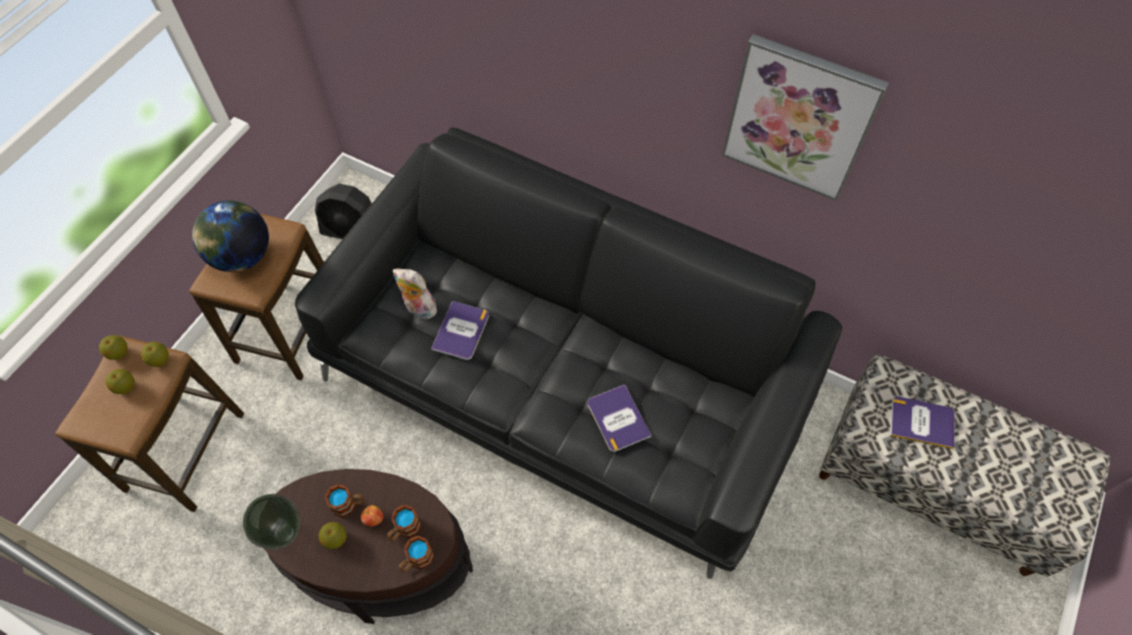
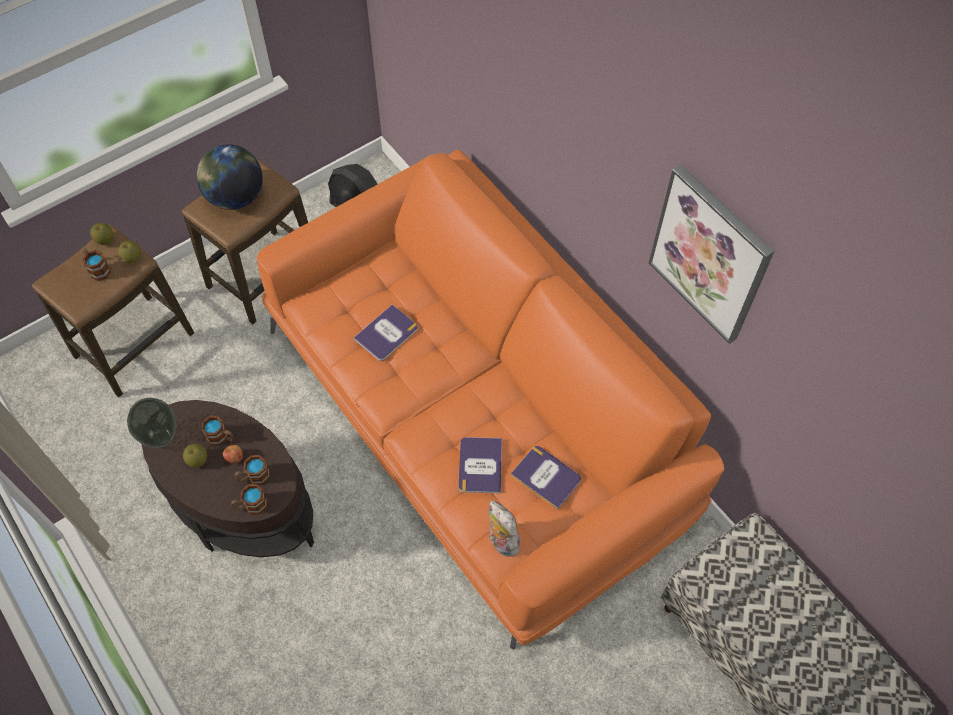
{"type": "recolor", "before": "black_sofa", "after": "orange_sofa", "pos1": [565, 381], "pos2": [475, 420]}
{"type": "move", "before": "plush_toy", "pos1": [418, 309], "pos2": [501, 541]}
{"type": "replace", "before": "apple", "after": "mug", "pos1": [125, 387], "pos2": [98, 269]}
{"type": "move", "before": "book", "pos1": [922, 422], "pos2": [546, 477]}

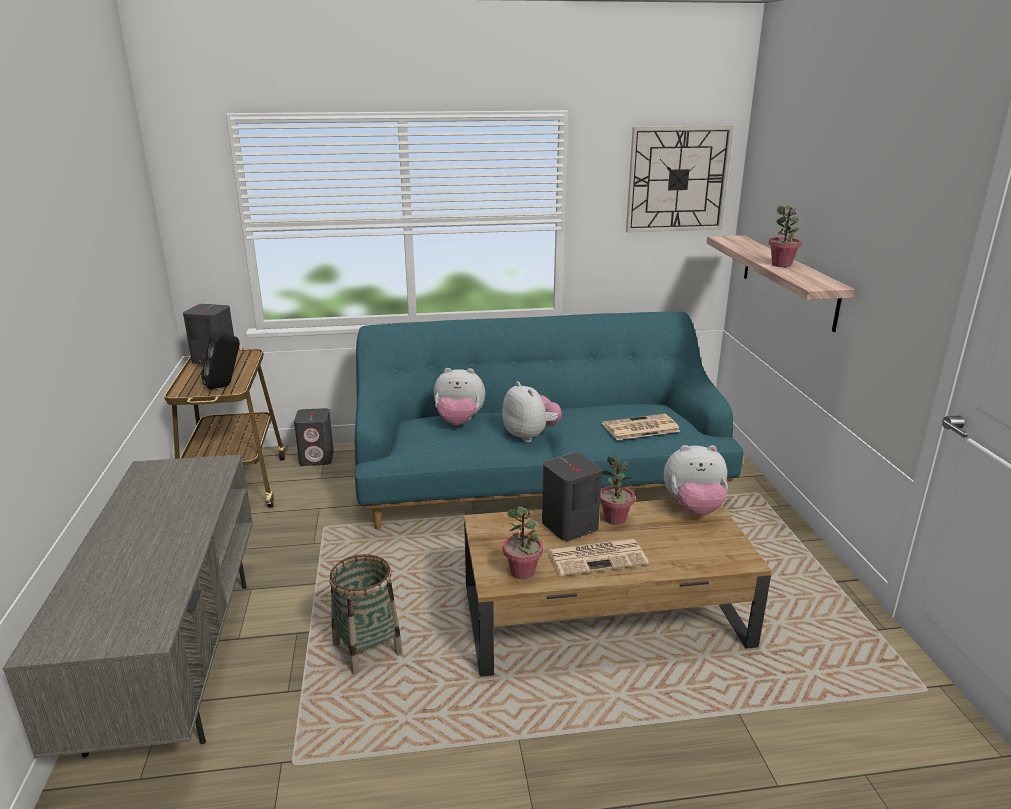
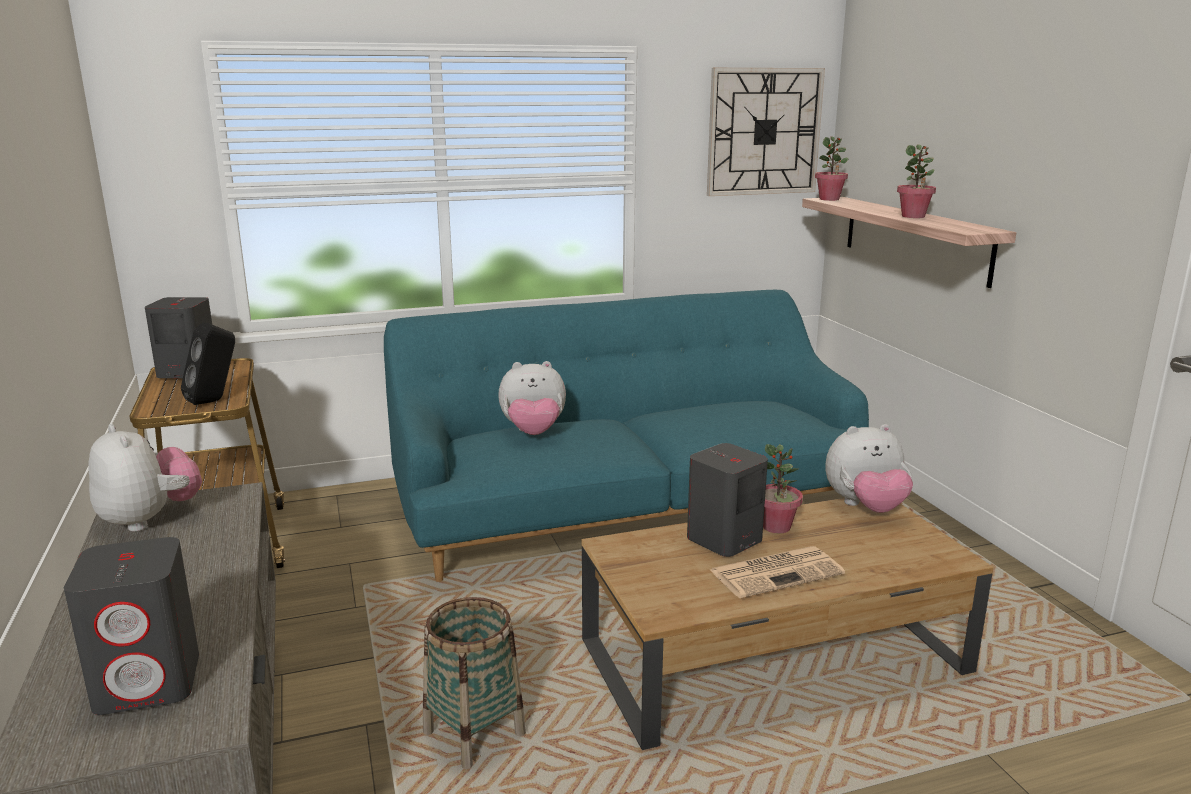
{"type": "move", "before": "plush_toy", "pos1": [530, 436], "pos2": [150, 519]}
{"type": "move", "before": "grey_speaker", "pos1": [317, 458], "pos2": [149, 682]}
{"type": "delete", "before": "newspaper", "pos1": [640, 428]}
{"type": "move", "before": "potted_plant", "pos1": [522, 572], "pos2": [829, 199]}

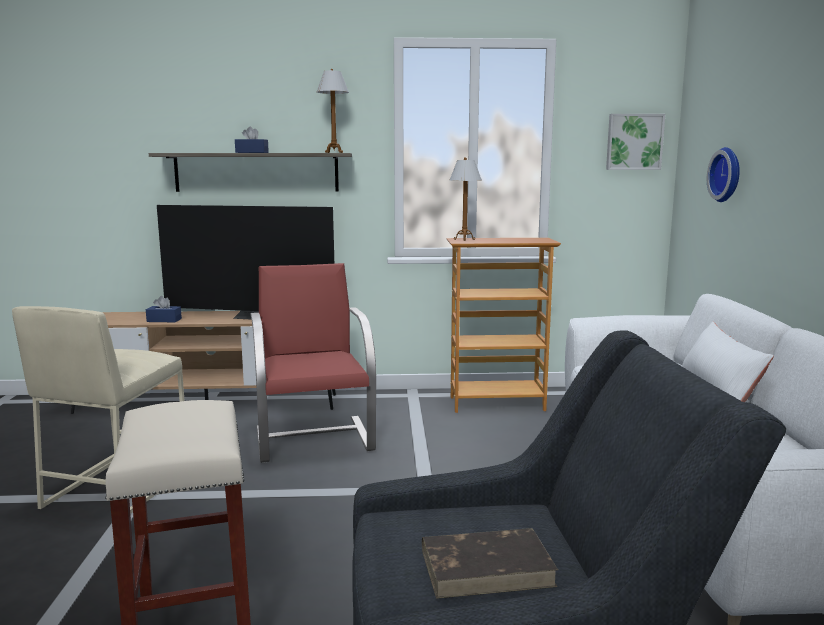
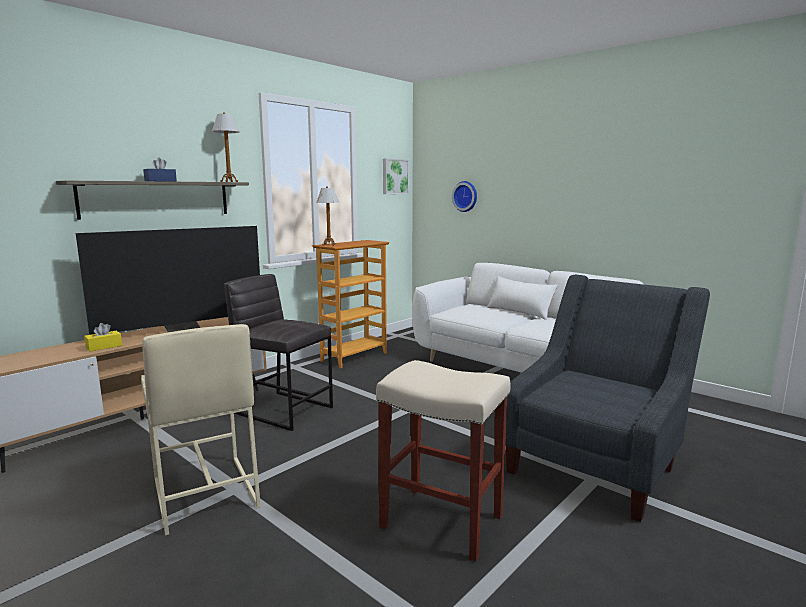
{"type": "replace", "before": "red_armchair", "after": "grey_stool", "pos1": [313, 438], "pos2": [284, 409]}
{"type": "recolor", "before": "blue_tissue_box", "after": "yellow_tissue_box", "pos1": [164, 320], "pos2": [104, 347]}
{"type": "delete", "before": "brown_book", "pos1": [487, 567]}

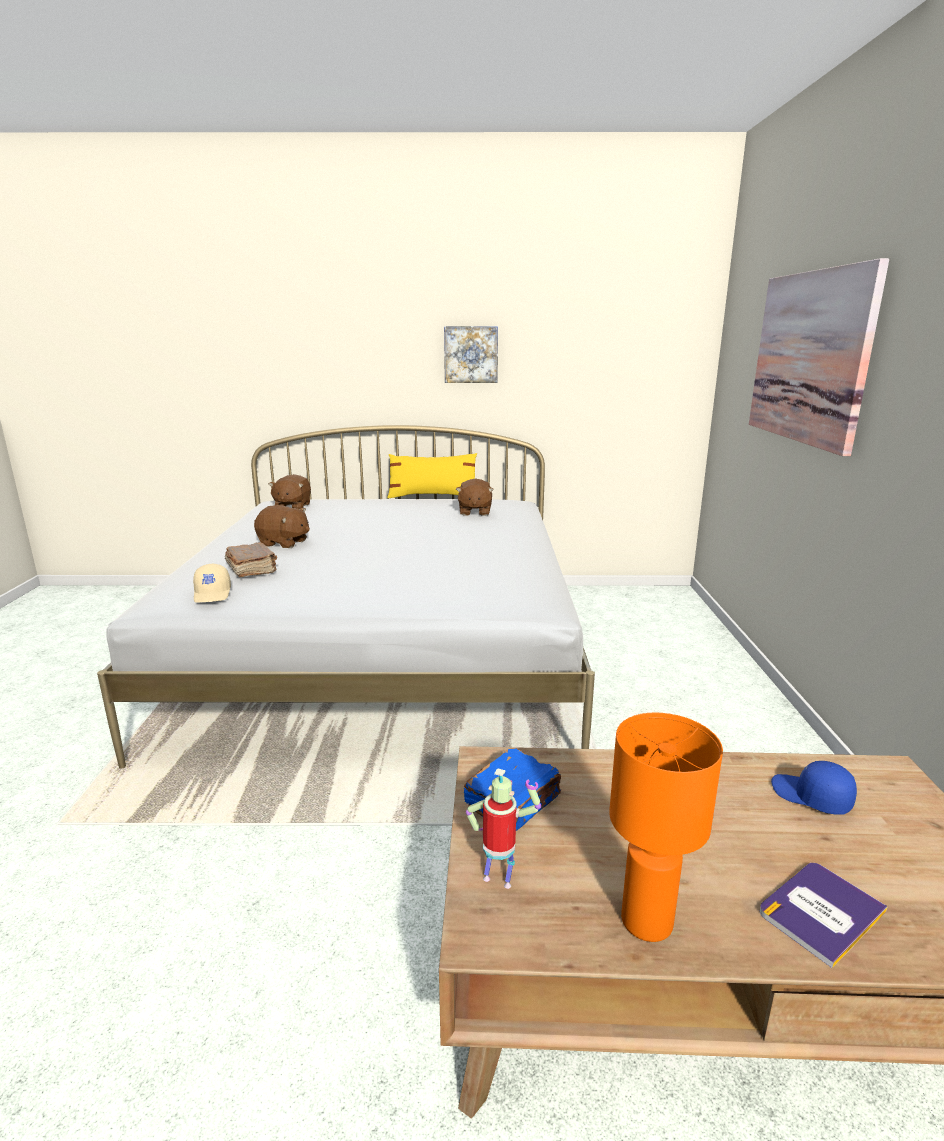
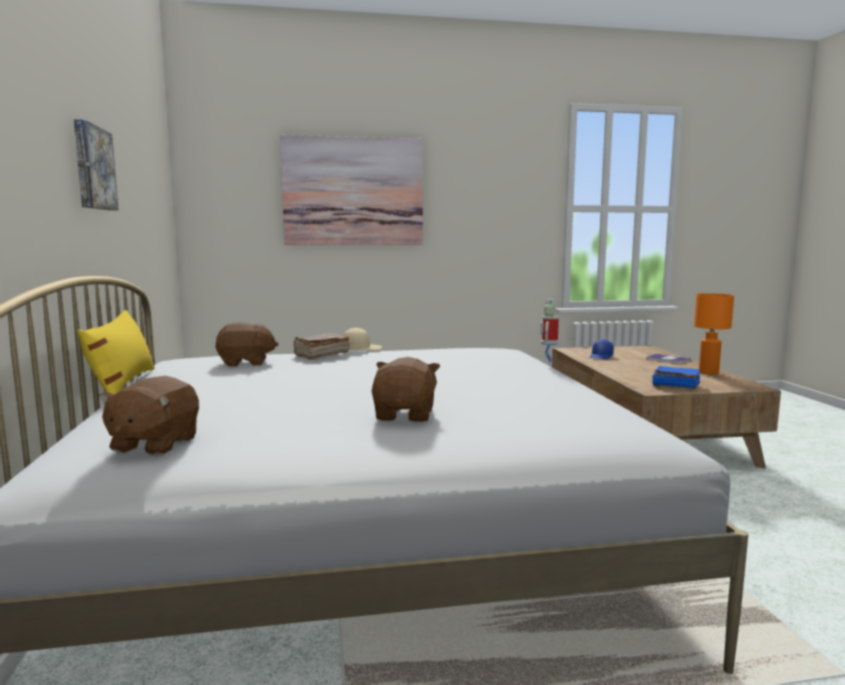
{"type": "rotate", "before": "brown_plush_toy", "pos1": [292, 506], "pos2": [153, 444], "turn": 105}
{"type": "move", "before": "brown_book", "pos1": [252, 569], "pos2": [321, 355]}
{"type": "move", "before": "beige_cap", "pos1": [213, 594], "pos2": [362, 349]}
{"type": "move", "before": "toy_robot", "pos1": [499, 879], "pos2": [548, 363]}

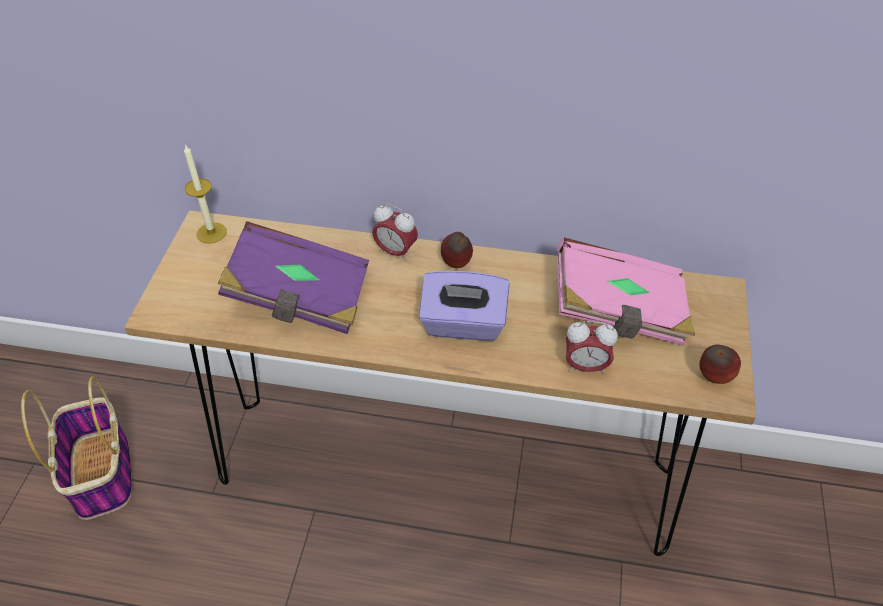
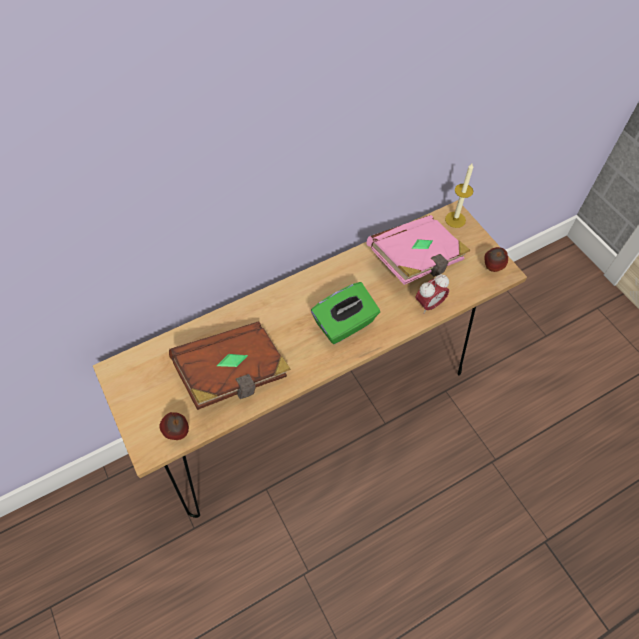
{"type": "move", "before": "candle", "pos1": [211, 233], "pos2": [455, 219]}
{"type": "delete", "before": "alarm_clock", "pos1": [396, 252]}
{"type": "recolor", "before": "purple_book", "after": "brown_book", "pos1": [300, 298], "pos2": [234, 374]}
{"type": "move", "before": "apple", "pos1": [456, 265], "pos2": [178, 432]}
{"type": "recolor", "before": "purple_tissue_box", "after": "green_tissue_box", "pos1": [463, 324], "pos2": [345, 324]}
{"type": "delete", "before": "basket", "pos1": [102, 474]}

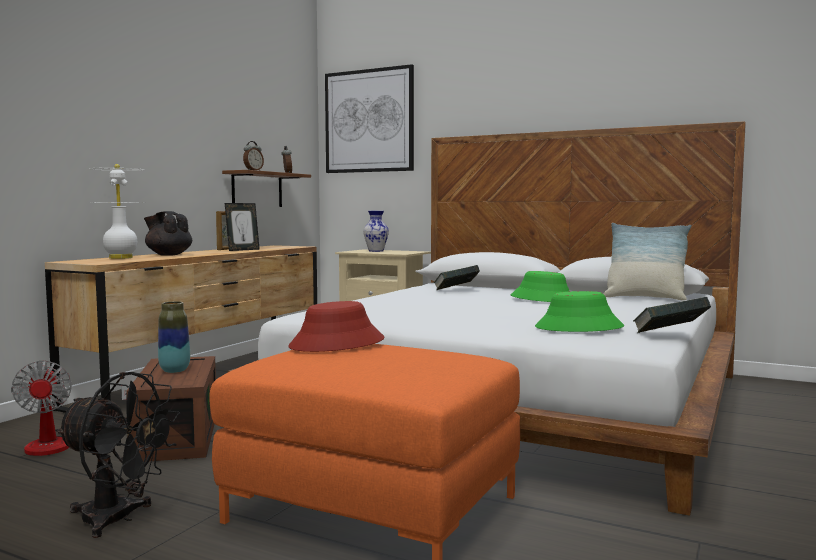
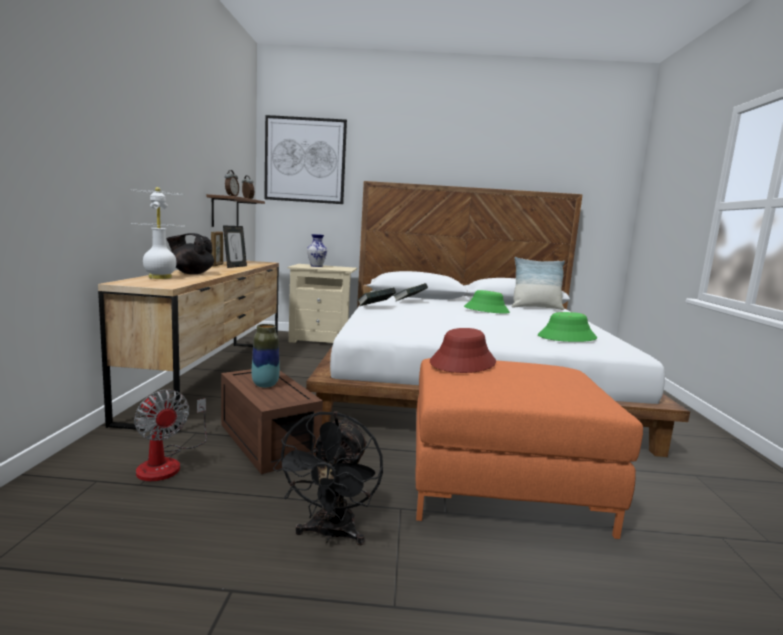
{"type": "move", "before": "book", "pos1": [669, 335], "pos2": [375, 307]}
{"type": "rotate", "before": "black_fan", "pos1": [118, 519], "pos2": [330, 534], "turn": 105}

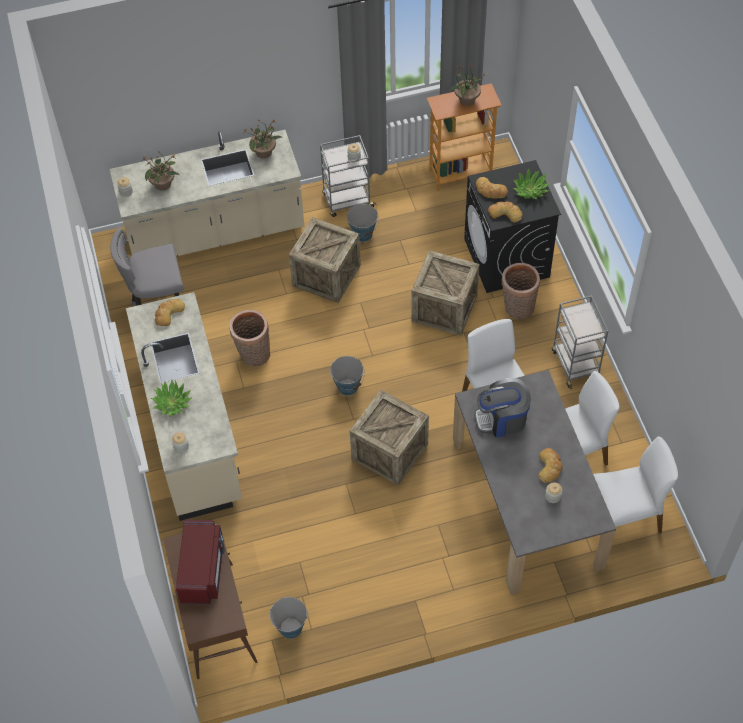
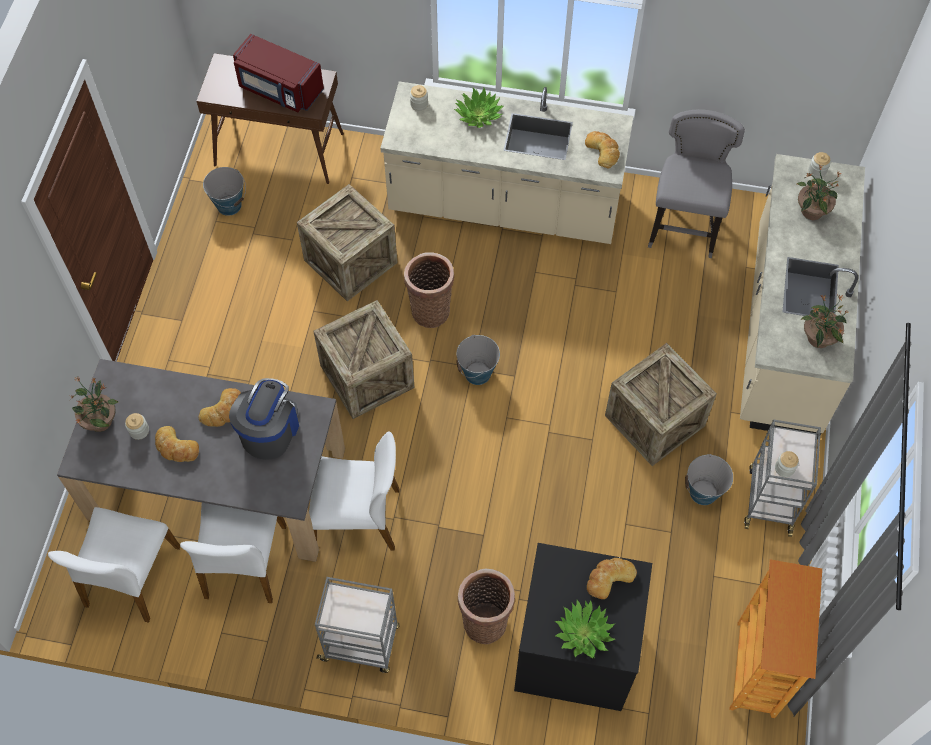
{"type": "move", "before": "potted_plant", "pos1": [466, 100], "pos2": [100, 420]}
{"type": "move", "before": "bread", "pos1": [505, 213], "pos2": [223, 410]}
{"type": "move", "before": "crate", "pos1": [444, 308], "pos2": [350, 261]}
{"type": "move", "before": "basket", "pos1": [253, 355], "pos2": [430, 309]}

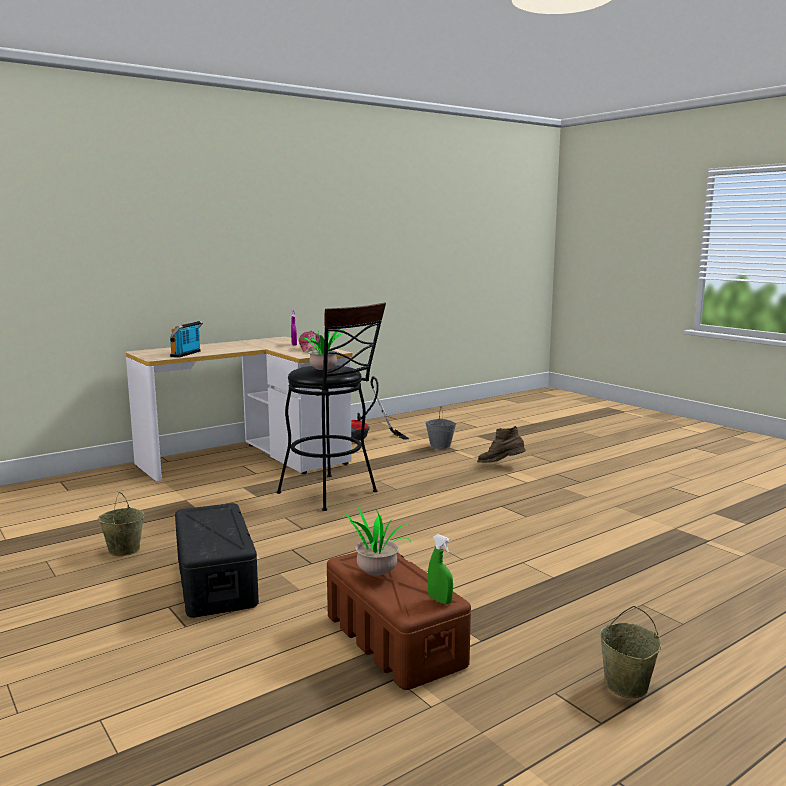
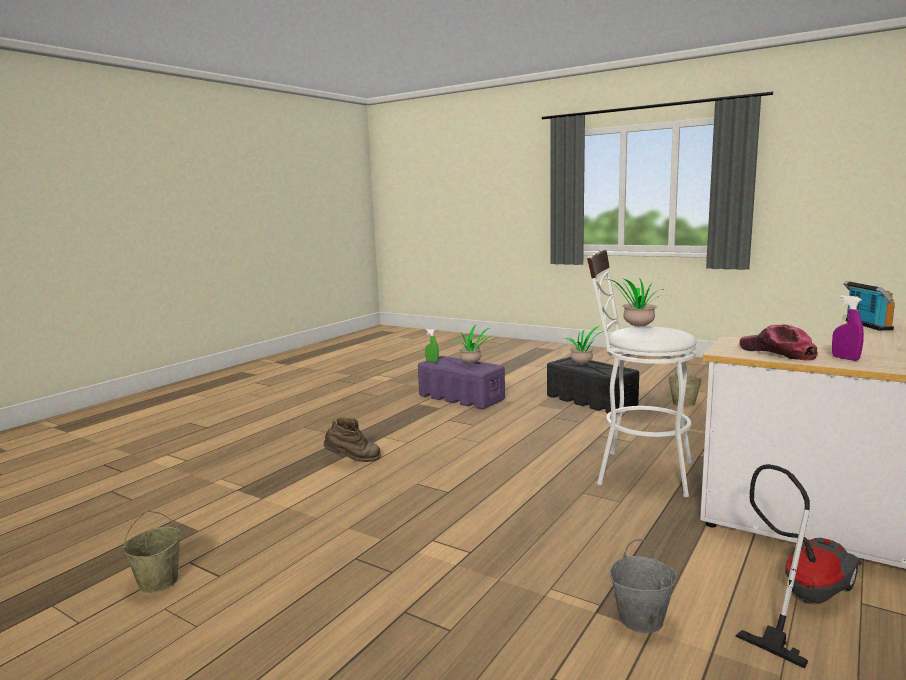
{"type": "recolor", "before": "black_stool", "after": "white_stool", "pos1": [333, 494], "pos2": [635, 472]}
{"type": "move", "before": "brown_boot", "pos1": [501, 465], "pos2": [353, 460]}
{"type": "recolor", "before": "brown_storage_box", "after": "purple_storage_box", "pos1": [393, 639], "pos2": [461, 397]}
{"type": "move", "before": "beige_bucket", "pos1": [626, 686], "pos2": [159, 581]}
{"type": "insert", "after": "potted_plant", "pos2": [583, 364]}

